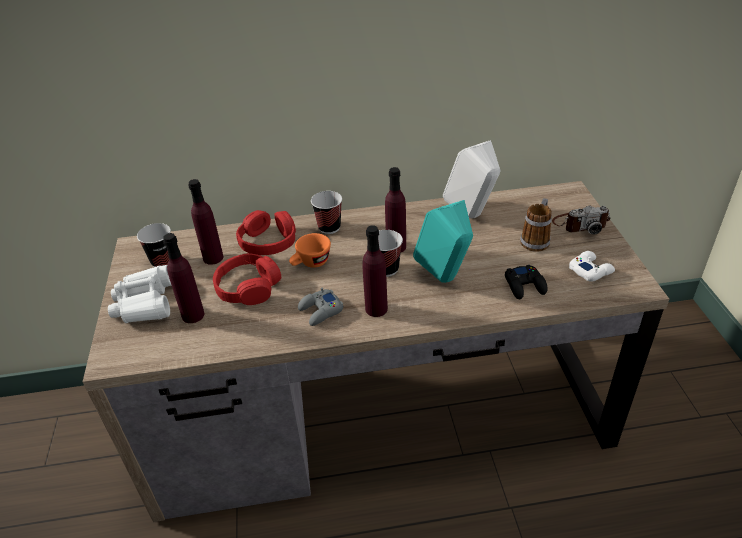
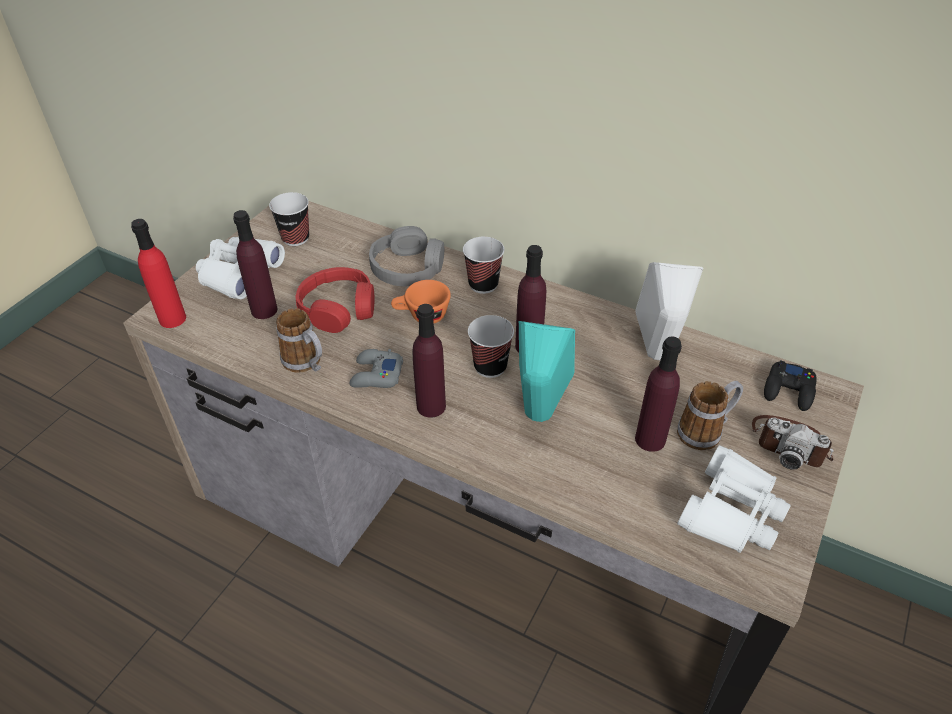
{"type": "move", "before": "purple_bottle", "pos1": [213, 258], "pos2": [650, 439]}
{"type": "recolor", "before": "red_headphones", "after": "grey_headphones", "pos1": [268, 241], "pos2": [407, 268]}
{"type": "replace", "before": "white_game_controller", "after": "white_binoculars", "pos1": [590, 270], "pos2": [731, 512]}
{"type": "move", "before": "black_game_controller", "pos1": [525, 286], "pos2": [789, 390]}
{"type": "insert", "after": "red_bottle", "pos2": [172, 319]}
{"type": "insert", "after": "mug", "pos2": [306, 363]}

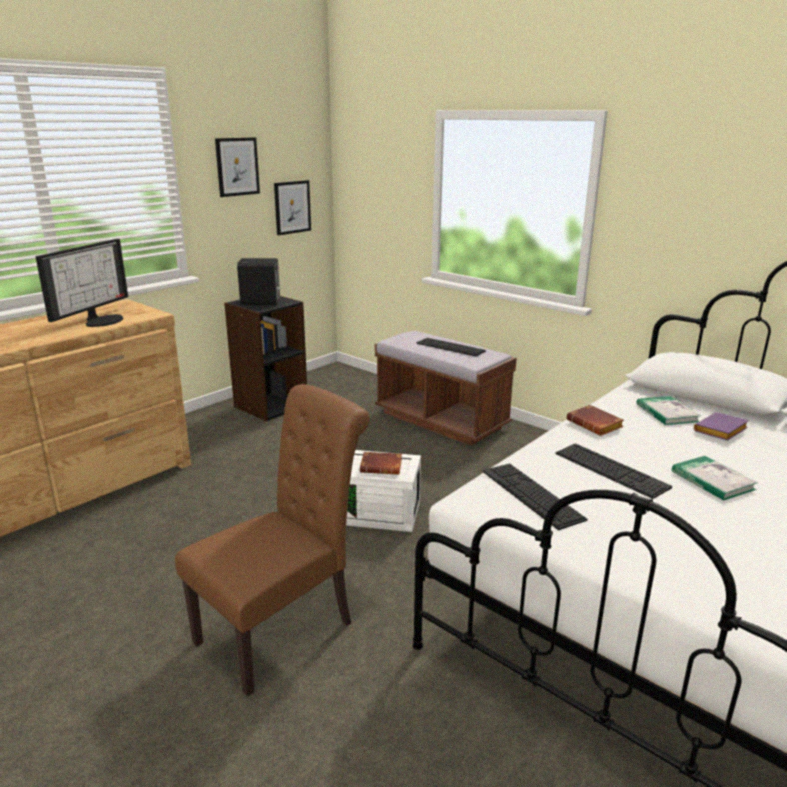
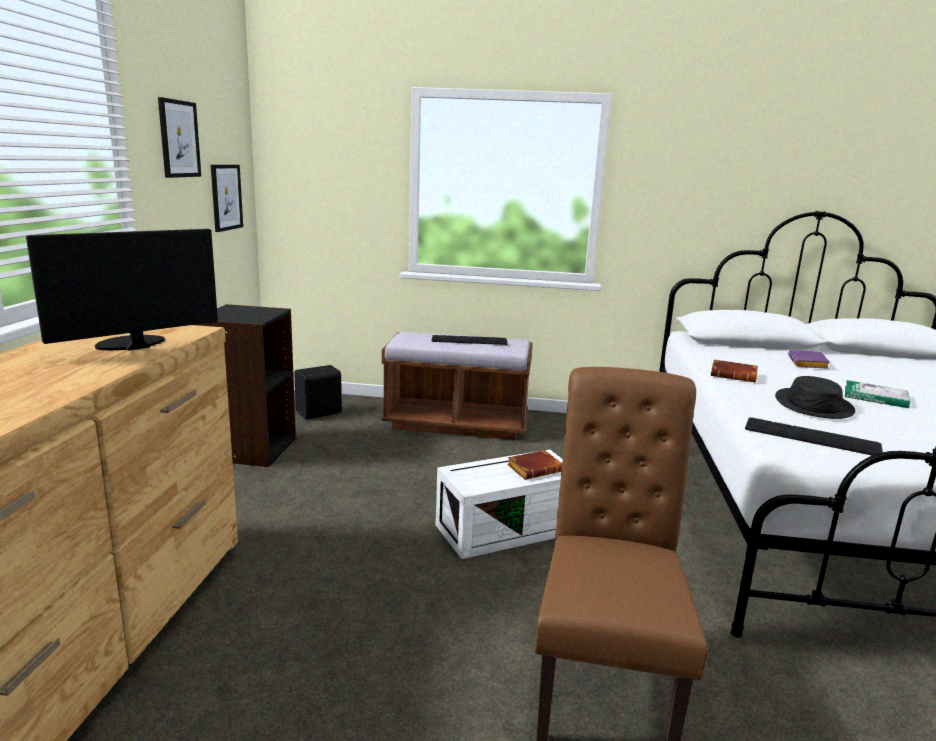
{"type": "rotate", "before": "monitor", "pos1": [101, 320], "pos2": [131, 345], "turn": -120}
{"type": "move", "before": "black_speaker", "pos1": [261, 302], "pos2": [320, 413]}
{"type": "delete", "before": "book", "pos1": [667, 413]}
{"type": "replace", "before": "keyboard", "after": "black_hat", "pos1": [610, 470], "pos2": [813, 405]}

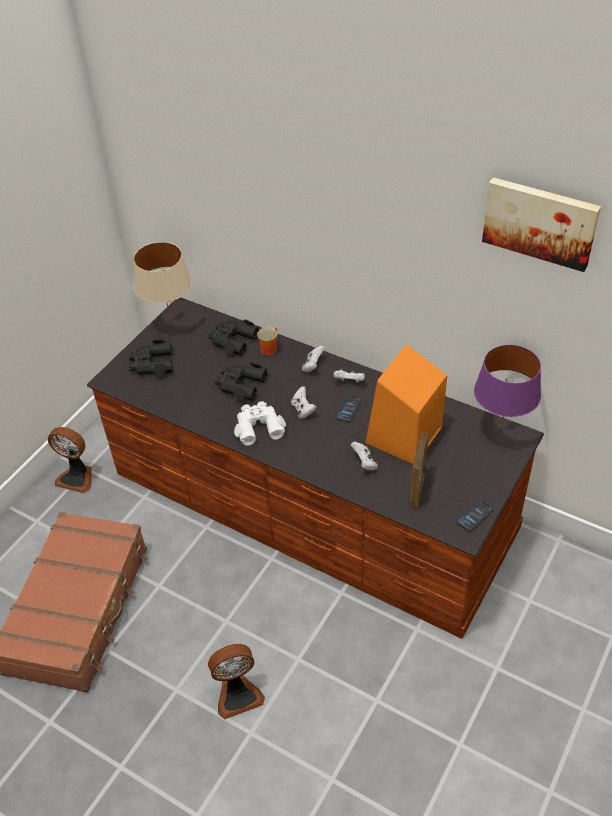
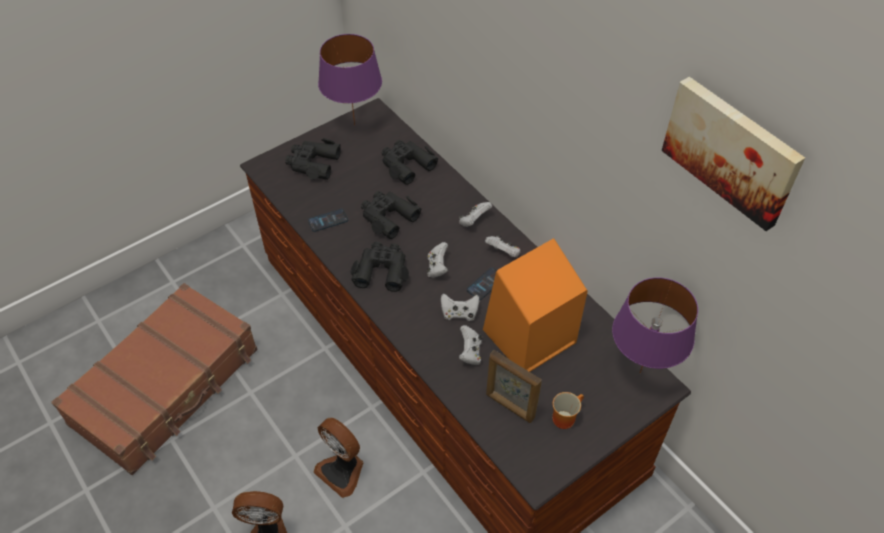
{"type": "recolor", "before": "beige_table_lamp", "after": "purple_table_lamp", "pos1": [170, 323], "pos2": [355, 124]}
{"type": "move", "before": "mug", "pos1": [268, 348], "pos2": [564, 416]}
{"type": "recolor", "before": "white_binoculars", "after": "black_binoculars", "pos1": [258, 426], "pos2": [381, 270]}
{"type": "move", "before": "fan", "pos1": [77, 477], "pos2": [342, 470]}
{"type": "rotate", "before": "picture_frame", "pos1": [417, 490], "pos2": [509, 406], "turn": -90}
{"type": "move", "before": "phone", "pos1": [474, 516], "pos2": [328, 220]}
{"type": "insert", "after": "white_game_controller", "pos2": [459, 313]}

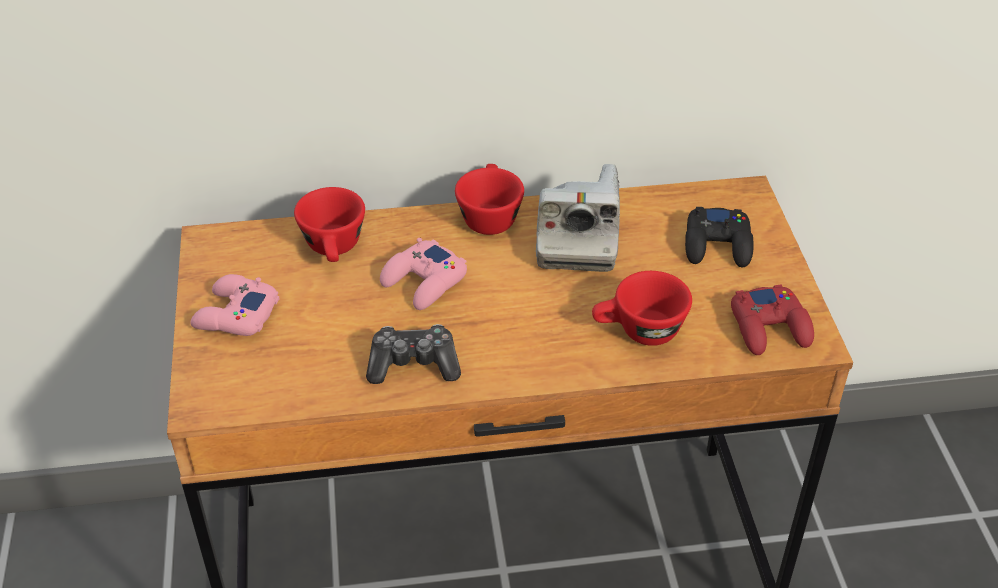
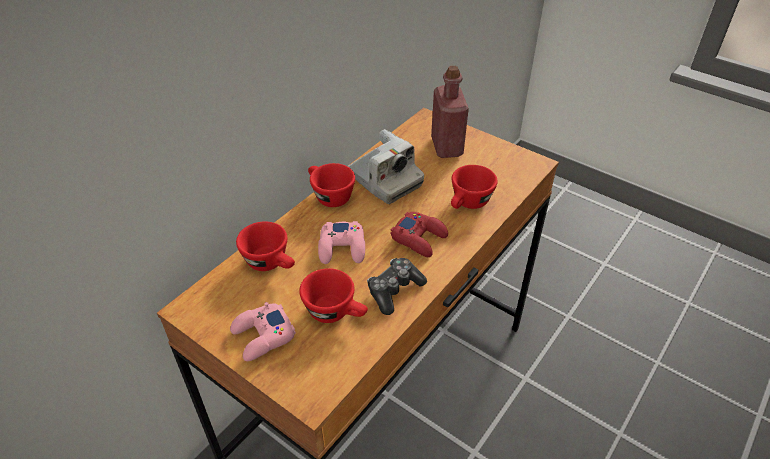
{"type": "replace", "before": "black_game_controller", "after": "red_bottle", "pos1": [718, 245], "pos2": [446, 147]}
{"type": "move", "before": "red_game_controller", "pos1": [770, 327], "pos2": [419, 238]}
{"type": "insert", "after": "red_cup", "pos2": [336, 312]}

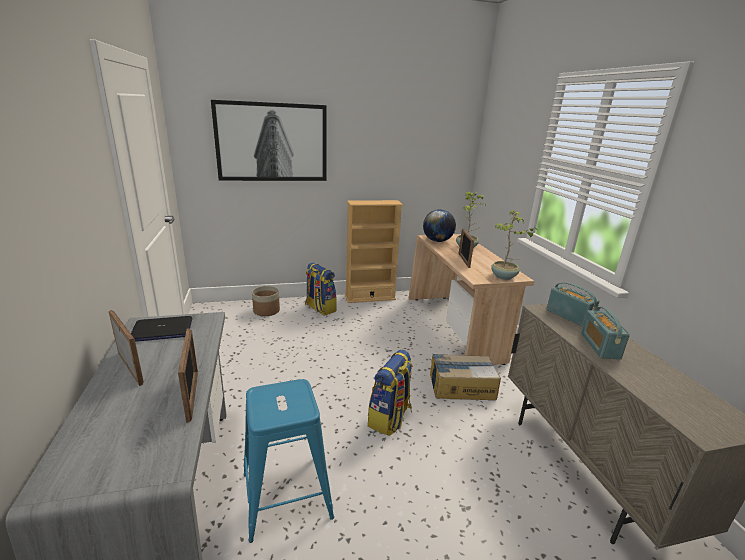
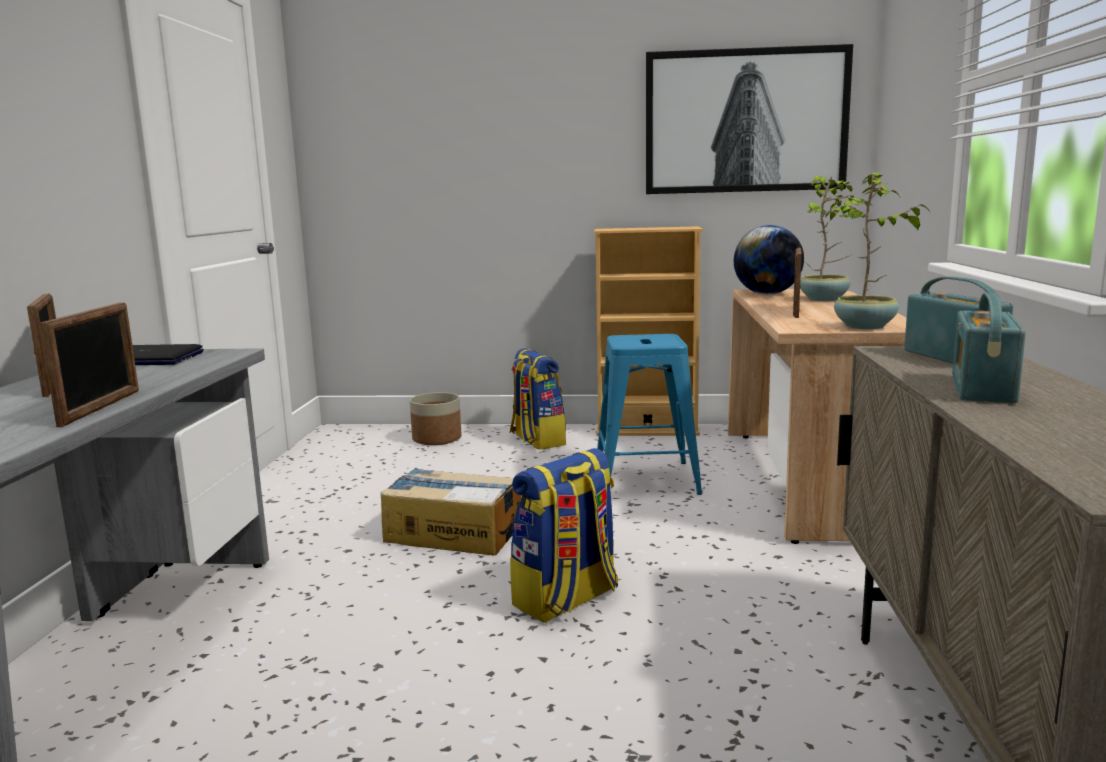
{"type": "move", "before": "picture", "pos1": [272, 142], "pos2": [745, 121]}
{"type": "move", "before": "cardboard_box", "pos1": [461, 386], "pos2": [453, 532]}
{"type": "move", "before": "blue_stool", "pos1": [287, 495], "pos2": [646, 479]}

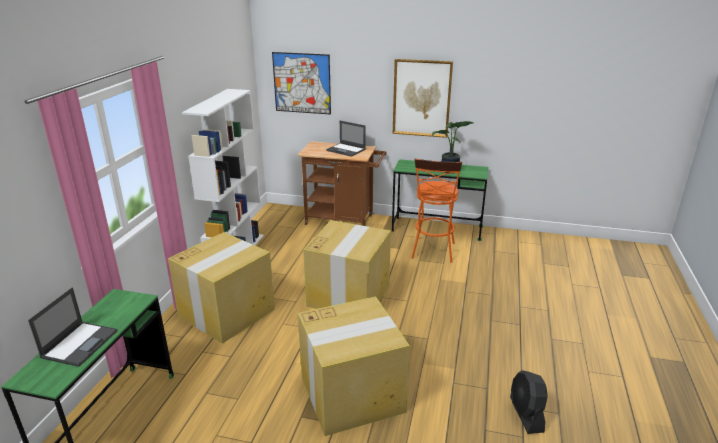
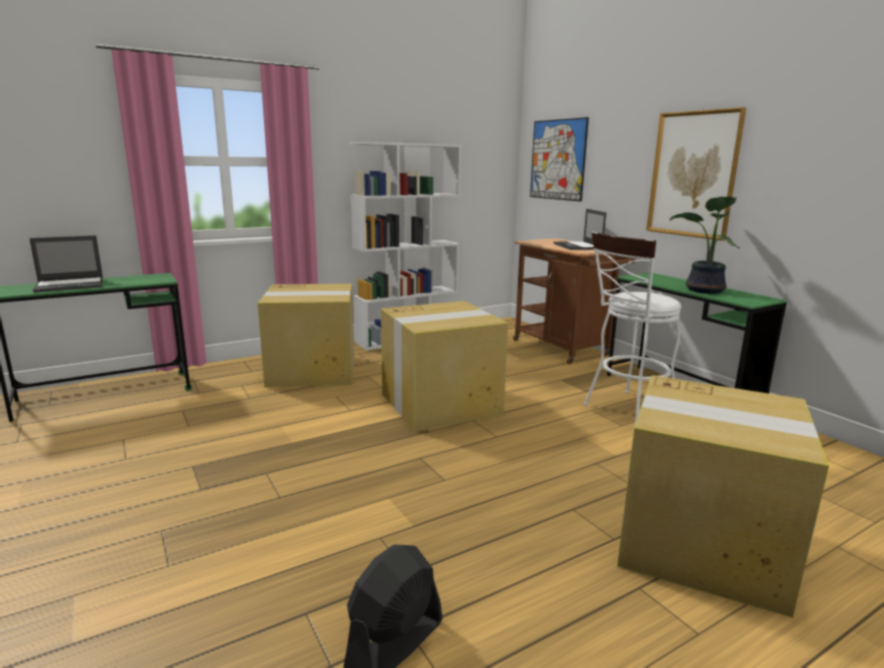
{"type": "recolor", "before": "orange_stool", "after": "white_stool", "pos1": [433, 252], "pos2": [626, 411]}
{"type": "move", "before": "cardboard_box", "pos1": [353, 394], "pos2": [704, 544]}

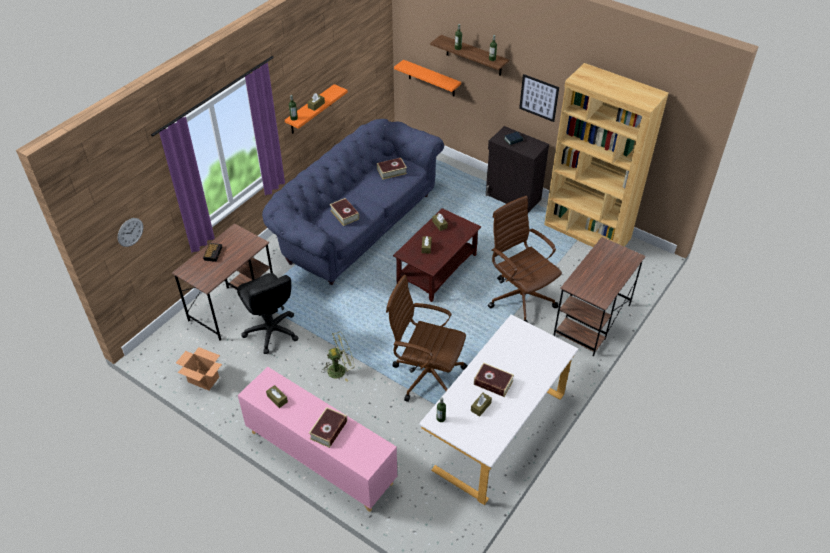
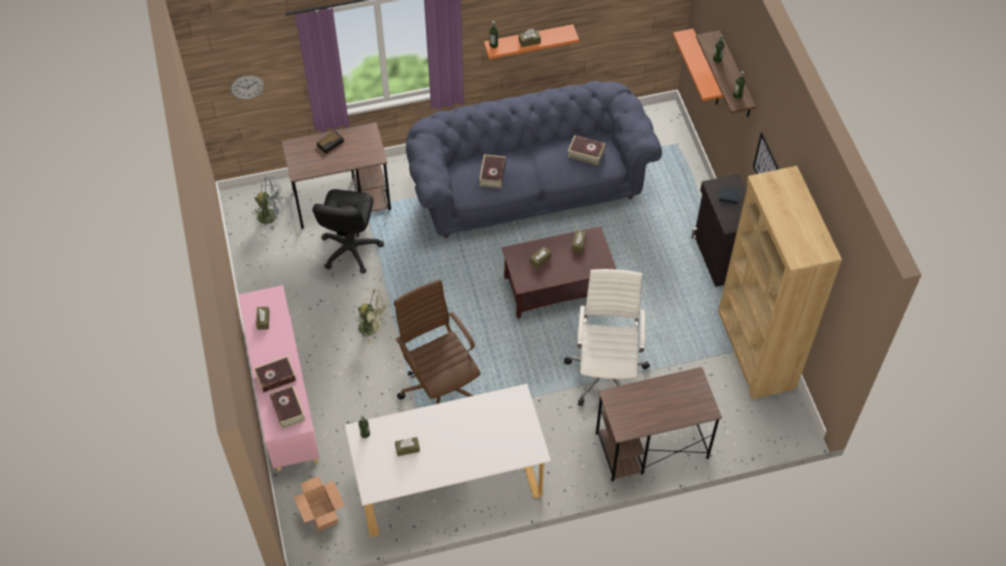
{"type": "recolor", "before": "brown_office_chair", "after": "white_office_chair", "pos1": [520, 297], "pos2": [606, 372]}
{"type": "move", "before": "cardboard_box", "pos1": [203, 379], "pos2": [322, 514]}
{"type": "move", "before": "book", "pos1": [493, 383], "pos2": [288, 409]}
{"type": "insert", "after": "grey_fan", "pos2": [271, 215]}

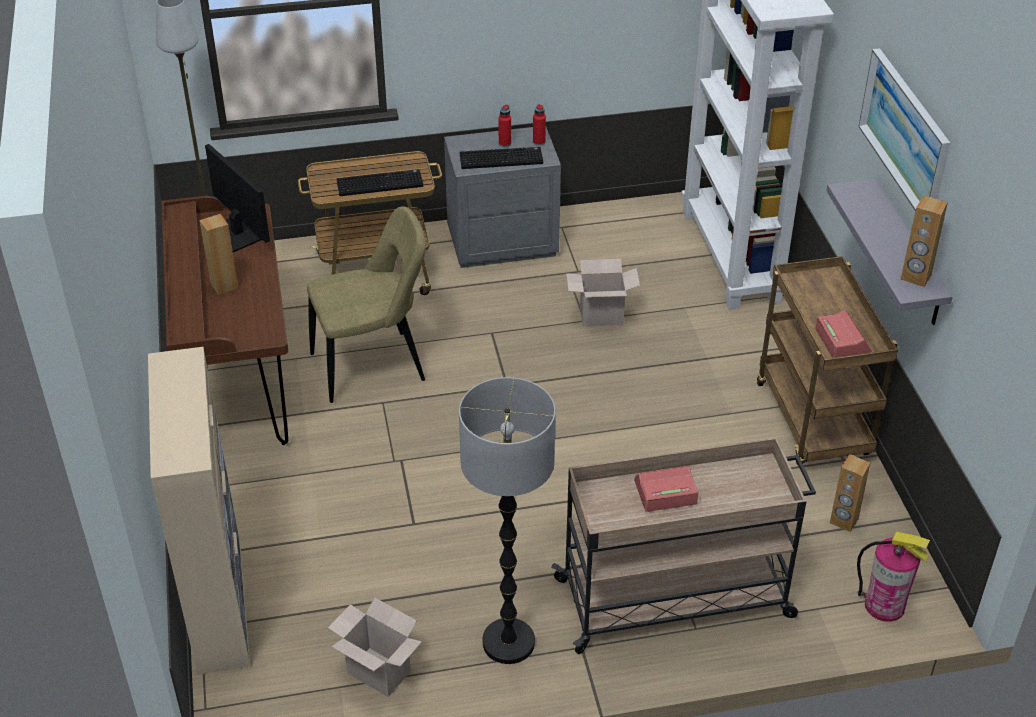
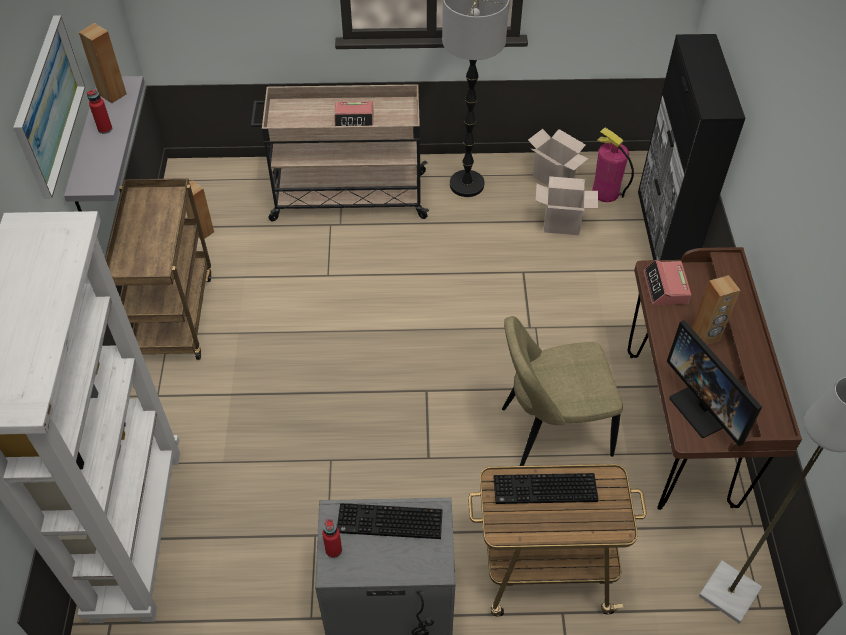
{"type": "move", "before": "red_bottle", "pos1": [505, 143], "pos2": [105, 129]}
{"type": "move", "before": "cardboard_box", "pos1": [600, 317], "pos2": [563, 224]}
{"type": "move", "before": "alarm_clock", "pos1": [842, 340], "pos2": [665, 288]}
{"type": "recolor", "before": "beige_cabinet", "after": "black_cabinet", "pos1": [220, 605], "pos2": [664, 232]}
{"type": "move", "before": "fire_extinguisher", "pos1": [884, 605], "pos2": [605, 192]}

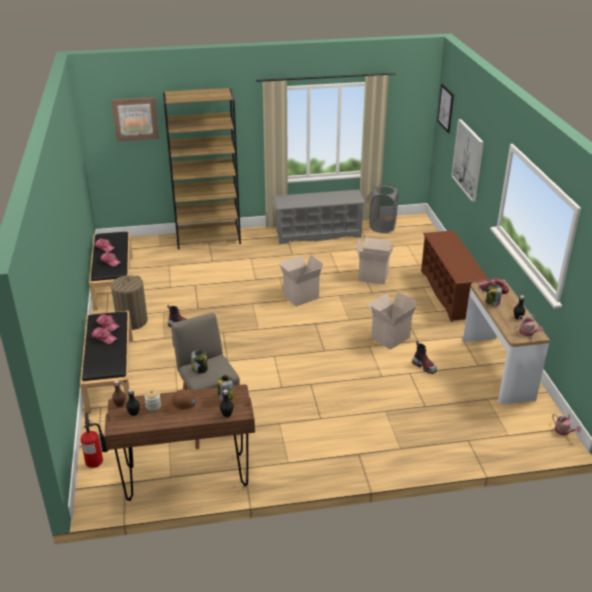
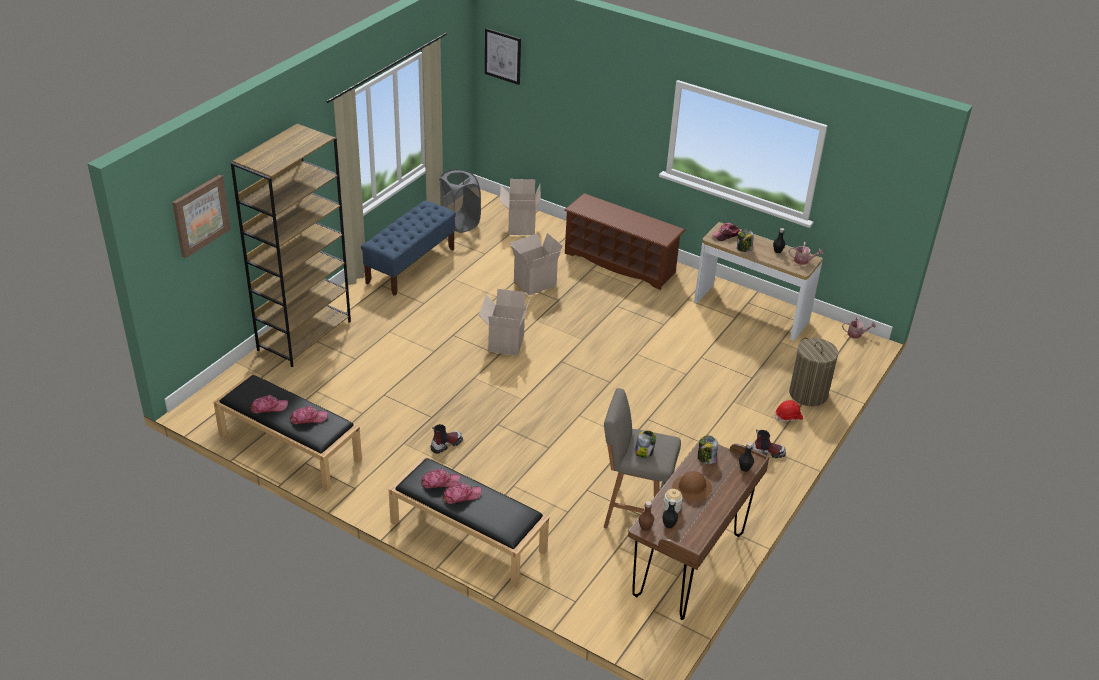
{"type": "delete", "before": "picture", "pos1": [468, 160]}
{"type": "replace", "before": "grey_shoe_rack", "after": "blue_bench", "pos1": [318, 234], "pos2": [411, 265]}
{"type": "move", "before": "laundry_basket", "pos1": [132, 321], "pos2": [808, 394]}
{"type": "move", "before": "cardboard_box", "pos1": [390, 337], "pos2": [520, 226]}
{"type": "move", "before": "boot", "pos1": [424, 366], "pos2": [767, 453]}
{"type": "delete", "before": "fire_extinguisher", "pos1": [97, 462]}
{"type": "insert", "after": "red_hard_hat", "pos2": [789, 417]}

